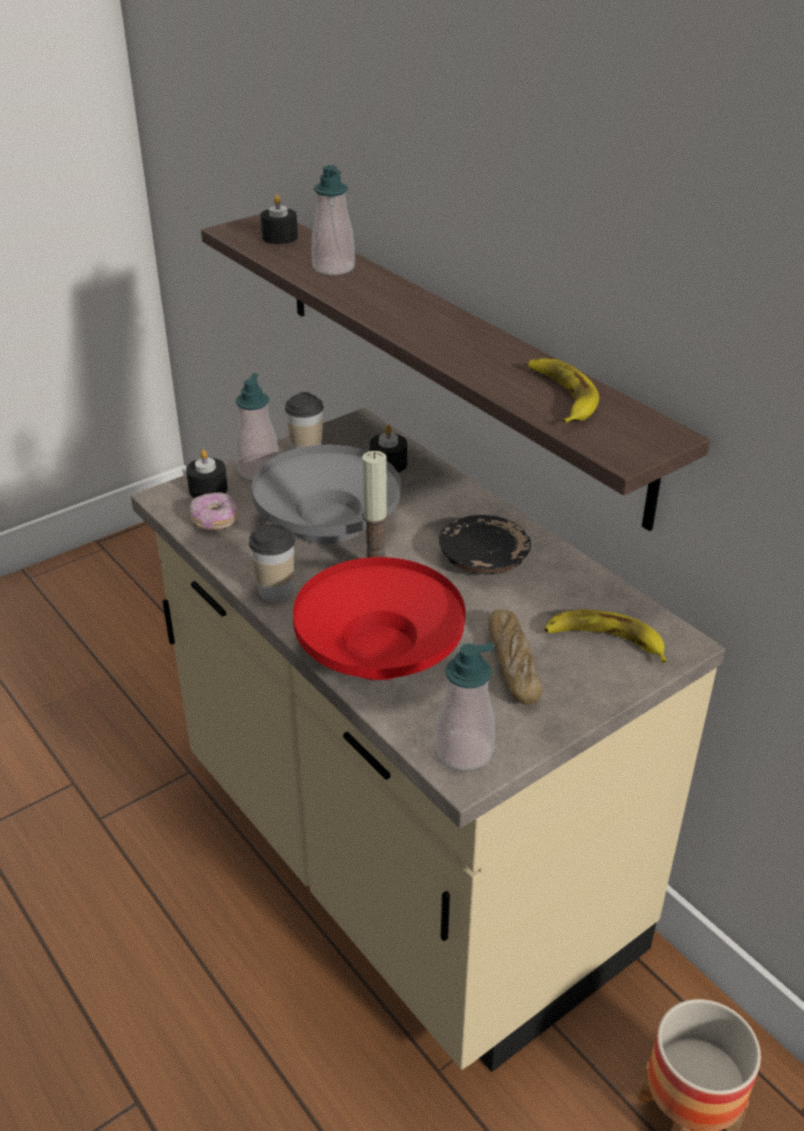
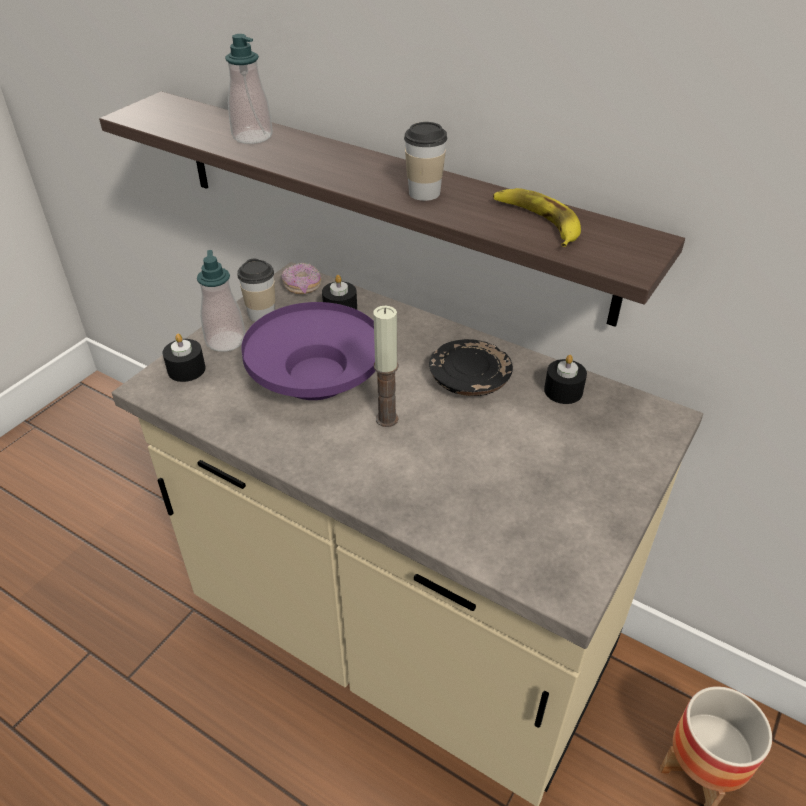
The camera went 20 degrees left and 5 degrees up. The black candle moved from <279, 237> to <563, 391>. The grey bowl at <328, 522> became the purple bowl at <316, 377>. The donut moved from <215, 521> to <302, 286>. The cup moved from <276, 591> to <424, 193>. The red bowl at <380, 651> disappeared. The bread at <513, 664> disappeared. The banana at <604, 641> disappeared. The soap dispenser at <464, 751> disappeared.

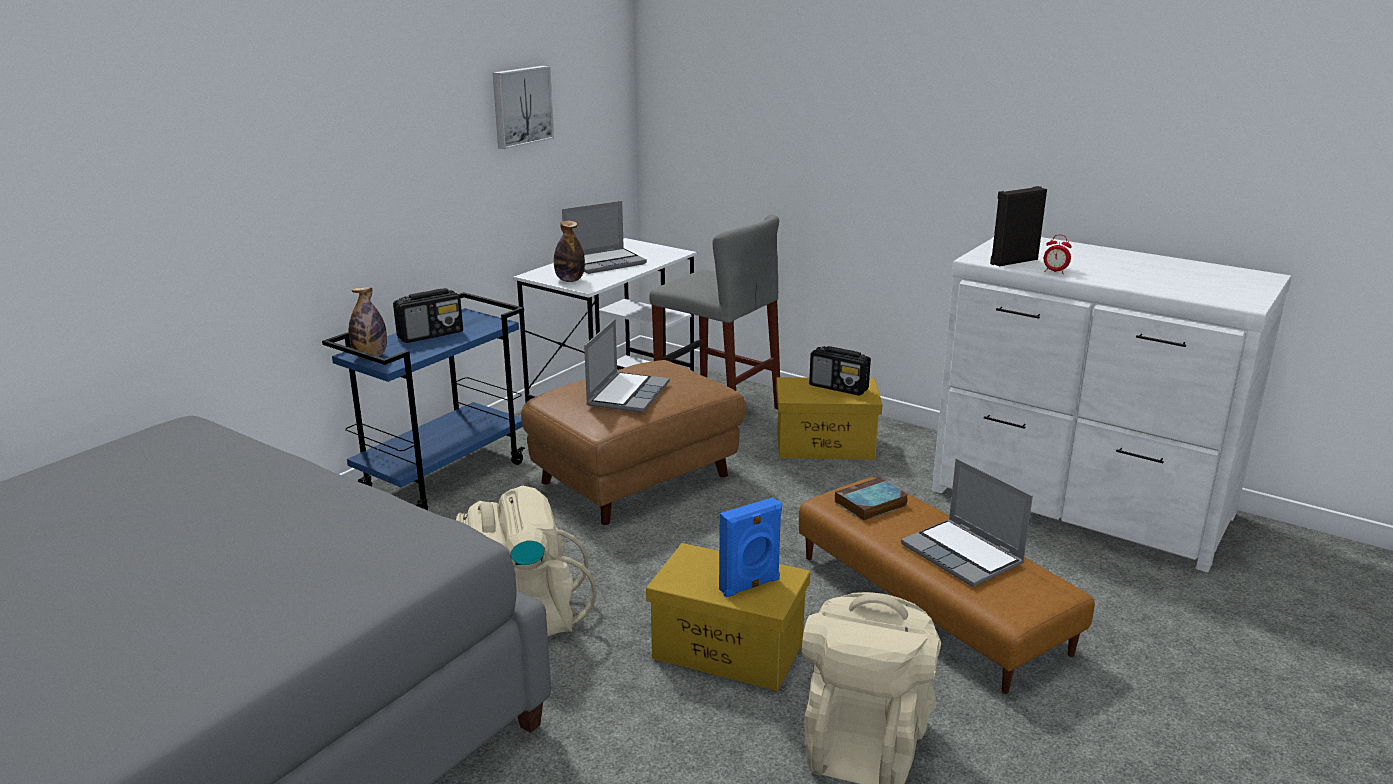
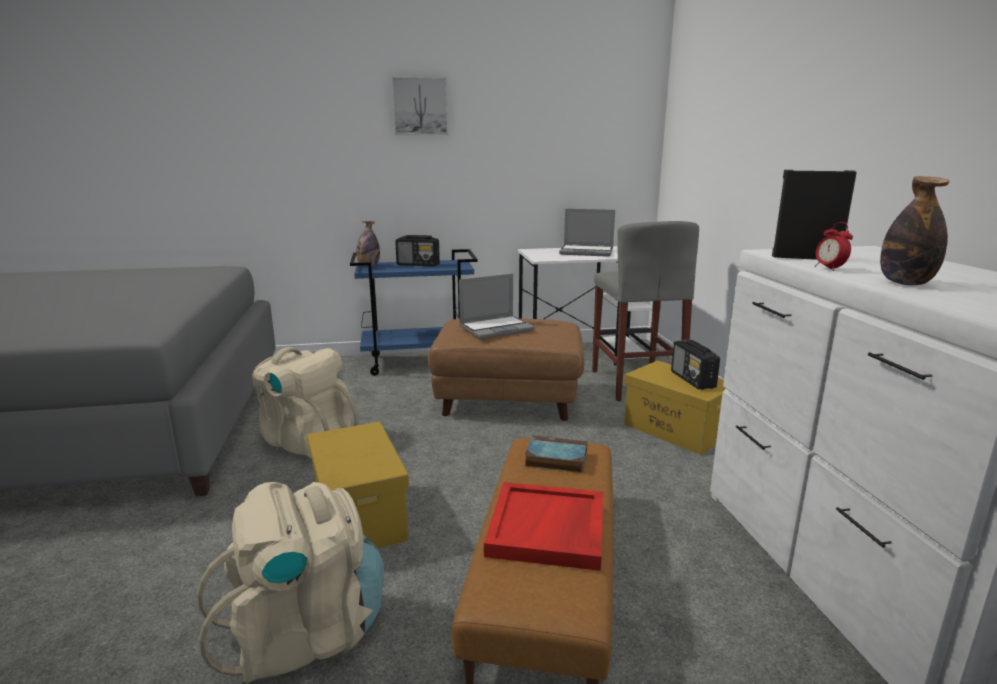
The camera went 45 degrees right and 5 degrees down. The picture moved from <521, 106> to <420, 106>. The bottle moved from <570, 280> to <905, 283>. The laptop at <963, 555> was replaced by the red tray at <548, 529>. The blue speaker at <750, 586> disappeared.

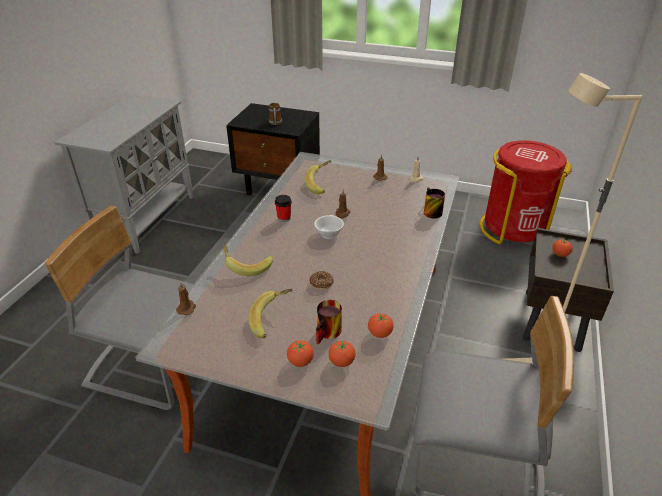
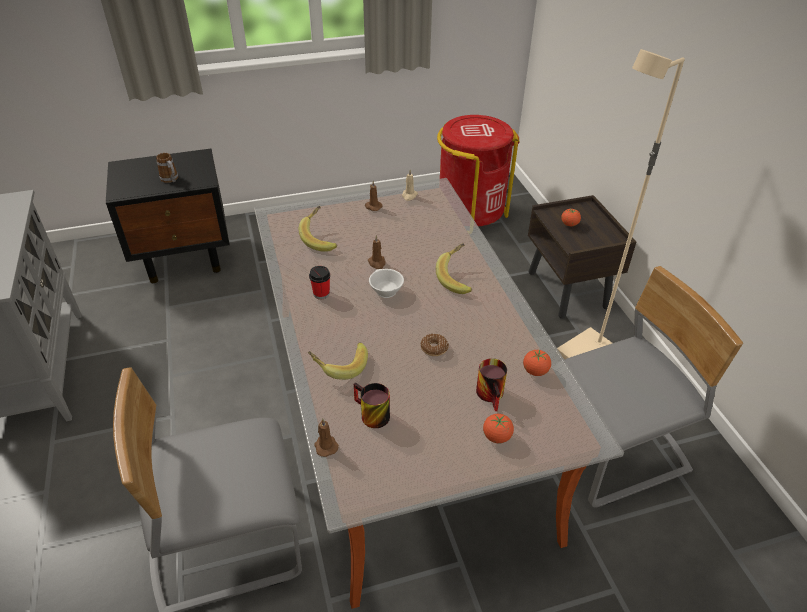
The camera went 35 degrees left and 5 degrees up. The mug moved from <429, 211> to <370, 415>. The banana moved from <272, 320> to <458, 278>. The tomato at <341, 362> disappeared.

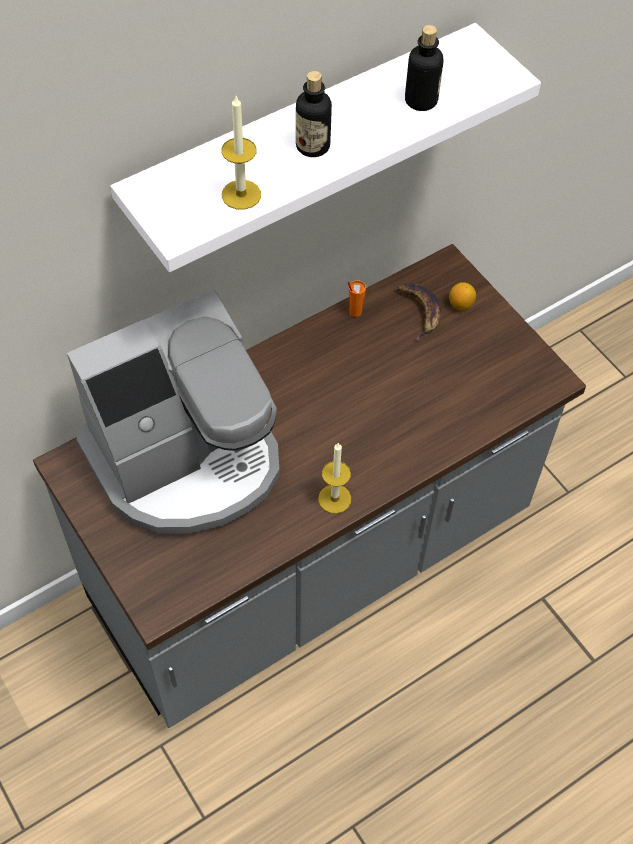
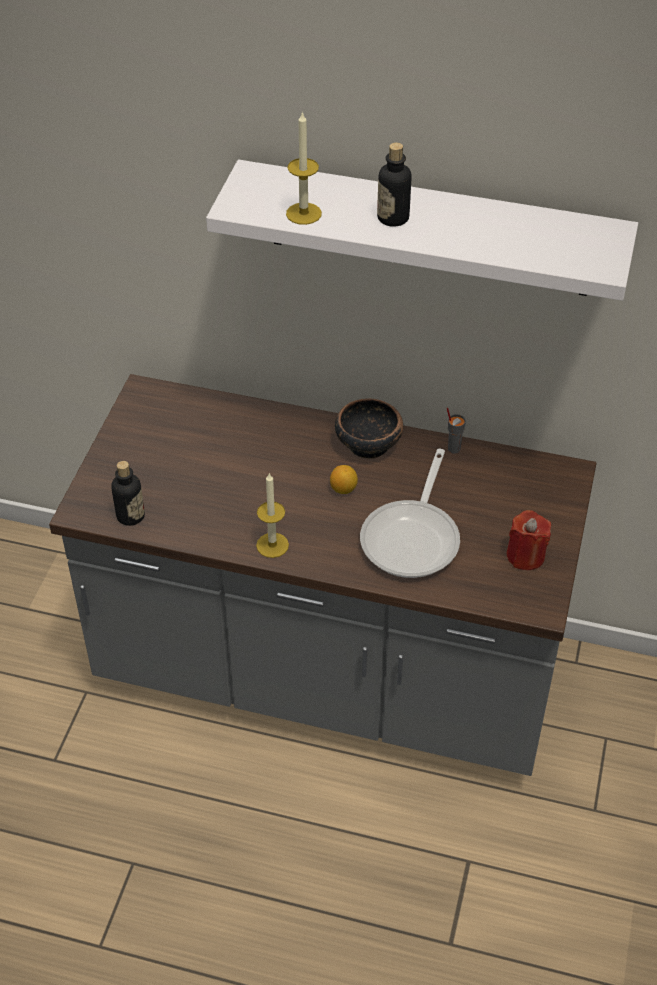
The camera went 50 degrees right and 10 degrees down. The bottle moved from <421, 100> to <130, 516>. The orange cup at <355, 312> became the grey cup at <453, 448>. The lemon moved from <460, 304> to <343, 489>. The banana at <419, 311> disappeared. The coffee machine at <187, 460> disappeared. The bowl at <367, 444> appeared. The frying pan at <413, 537> appeared. The red candle at <525, 556> appeared.

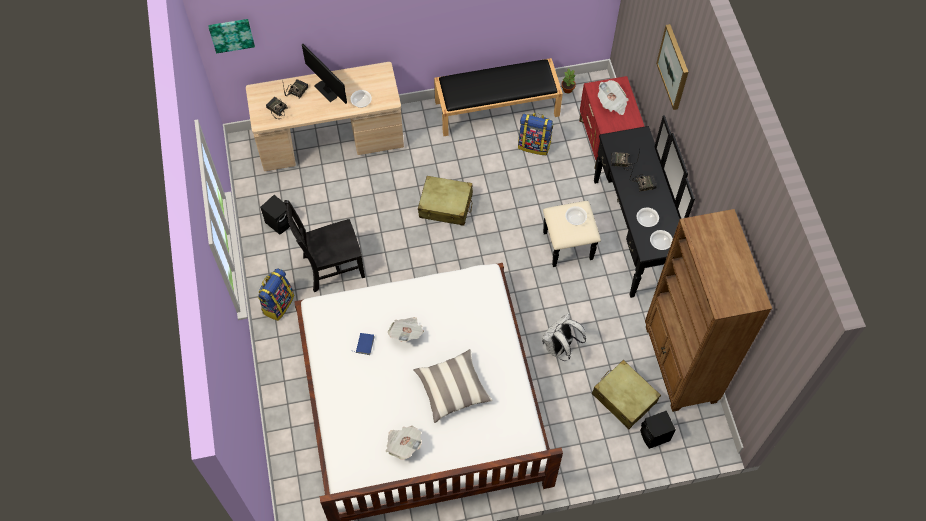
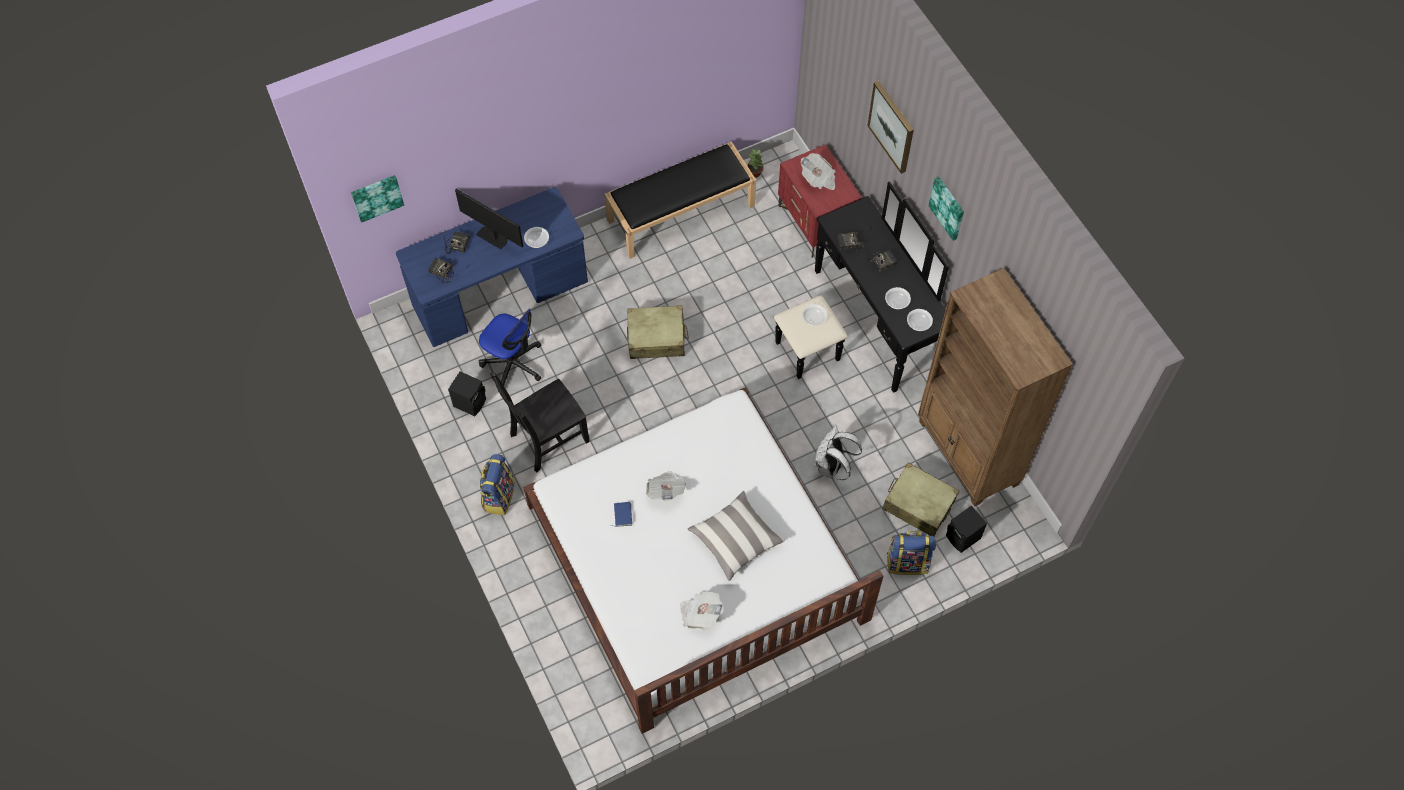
The camera went 15 degrees left and 0 degrees up. The beige desk at <331, 141> became the blue desk at <500, 294>. The backpack moved from <534, 145> to <907, 562>. The picture at <948, 207> appeared. The office chair at <513, 364> appeared.

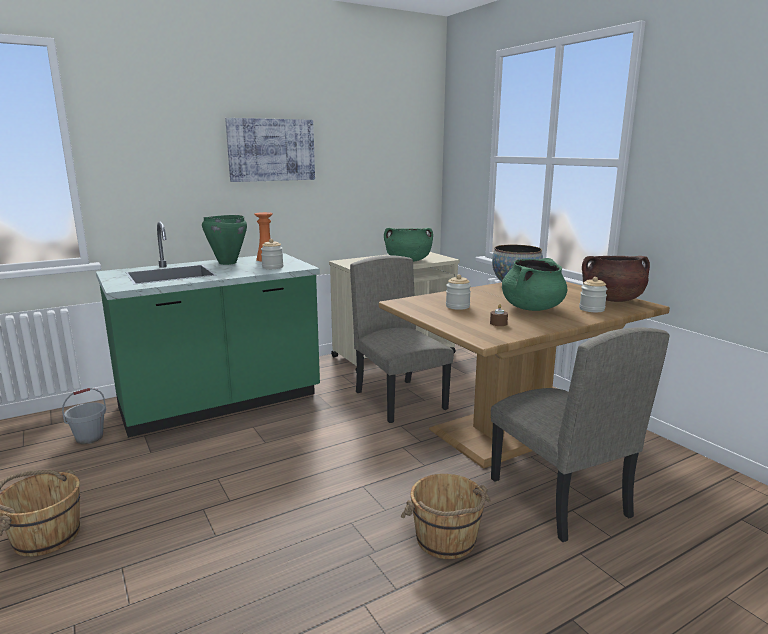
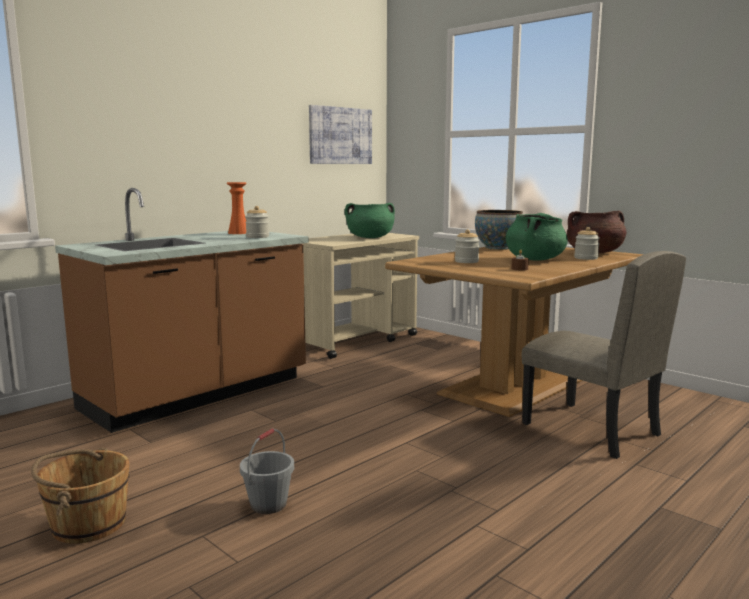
The camera went 15 degrees left and 5 degrees down. The picture moved from <271, 150> to <340, 136>. The green cooking pot at <227, 263> disappeared. The green counter at <221, 403> became the brown counter at <198, 394>. The beige chair at <400, 400> disappeared. The grey bucket moved from <89, 438> to <268, 504>. The brown bucket at <446, 540> disappeared.

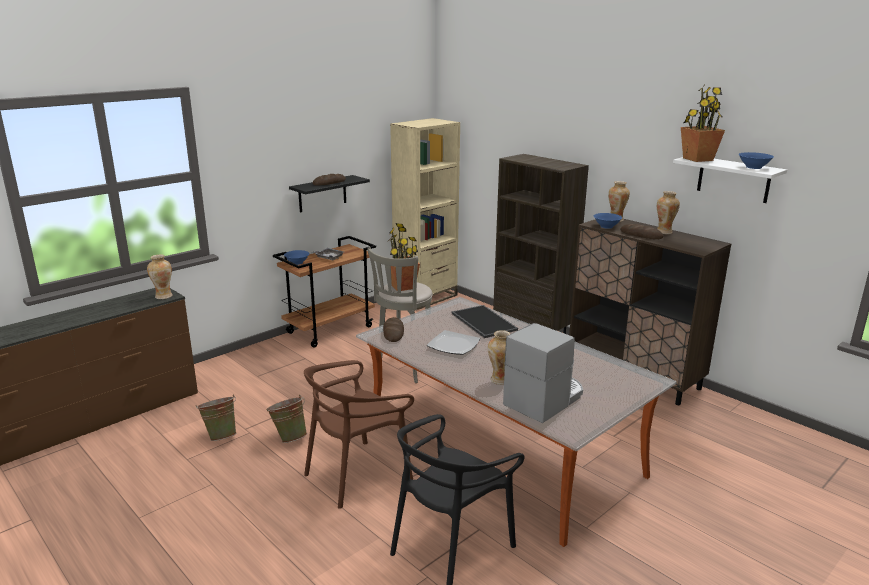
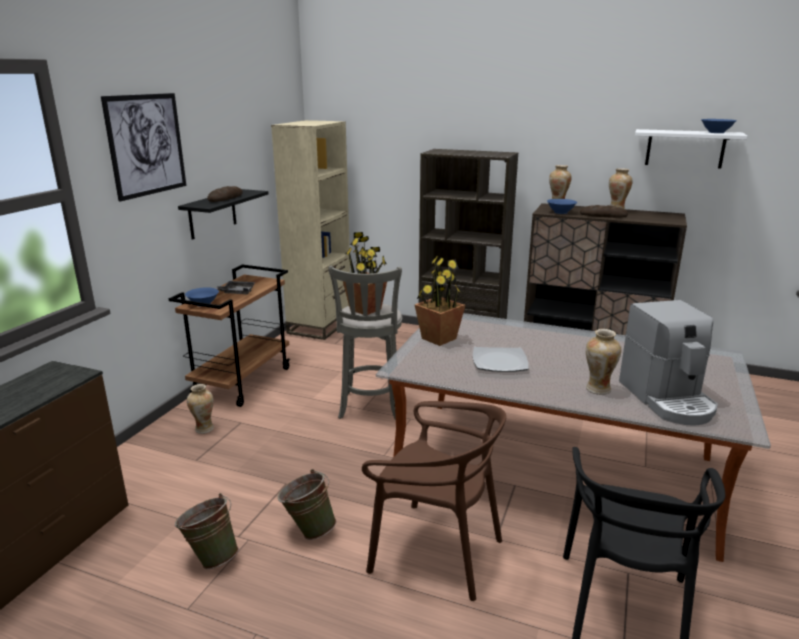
The camera went 25 degrees left and 0 degrees up. The potted plant moved from <697, 159> to <438, 338>. The vase moved from <163, 296> to <204, 429>. The tray at <482, 321> disappeared. The bread at <393, 332> disappeared. The coffee machine at <545, 399> turned 150 degrees clockwise. The brown chair at <357, 474> turned 90 degrees counterclockwise. The picture at <146, 145> appeared.

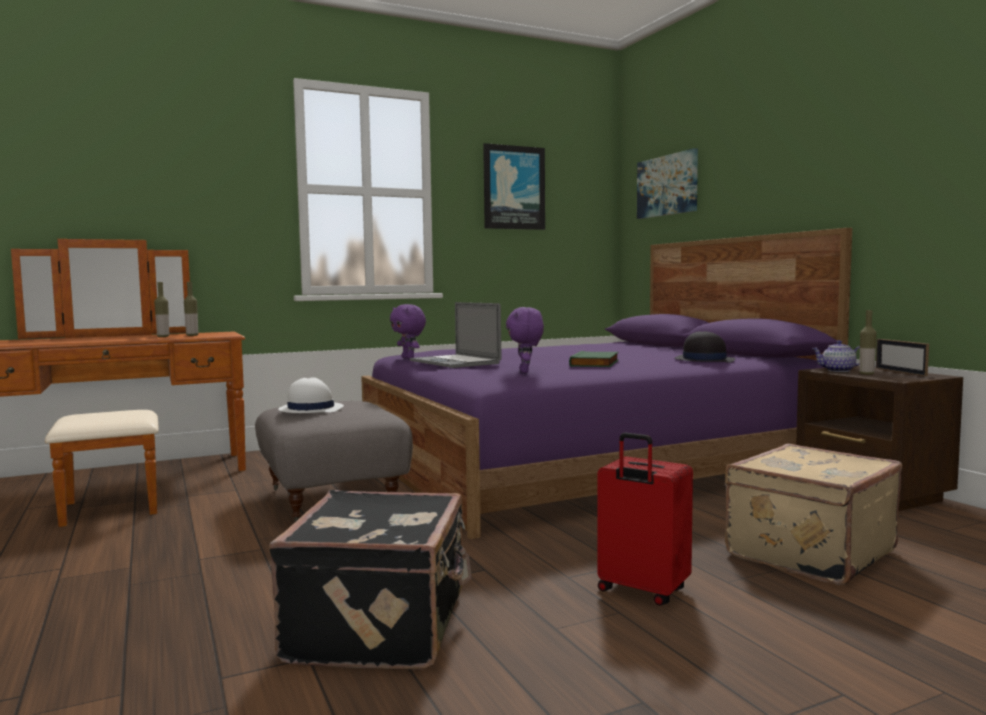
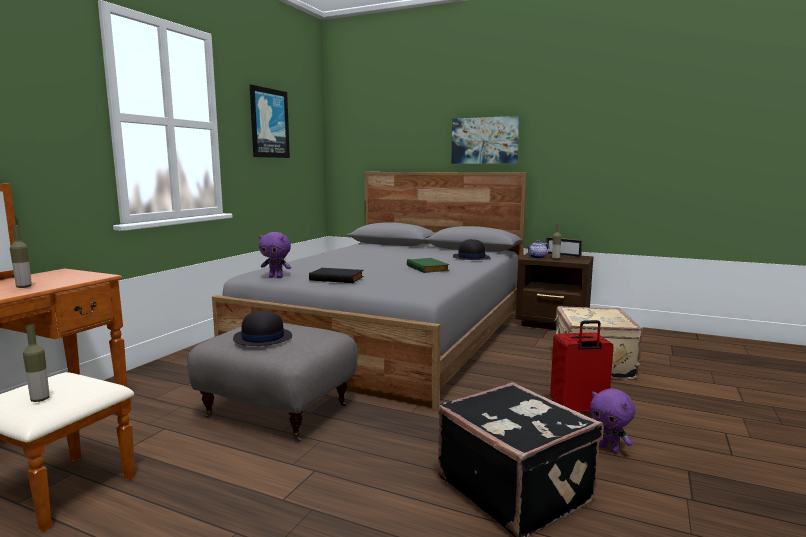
The camera went 40 degrees left and 5 degrees up. The picture moved from <667, 185> to <484, 140>. The purple bed at <590, 464> became the grey bed at <393, 336>. The bottle moved from <192, 335> to <40, 399>. The laptop at <454, 362> was replaced by the black book at <337, 278>. The purple plush toy moved from <525, 371> to <609, 449>. The white hat at <310, 409> became the black hat at <262, 338>.

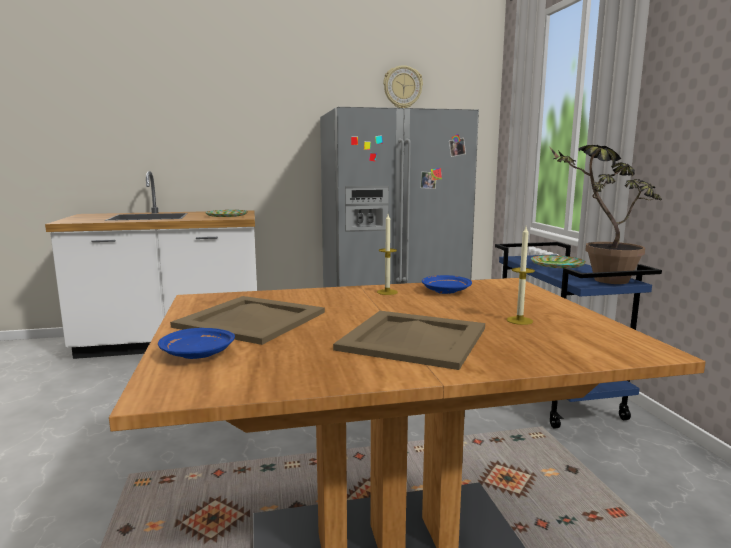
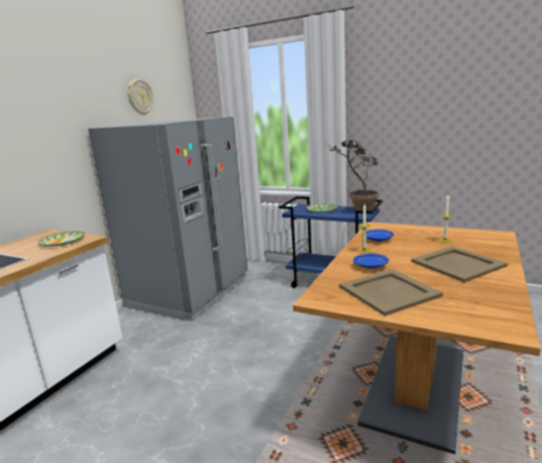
The camera went 50 degrees left and 5 degrees up. The blue plate moved from <198, 354> to <371, 266>.

